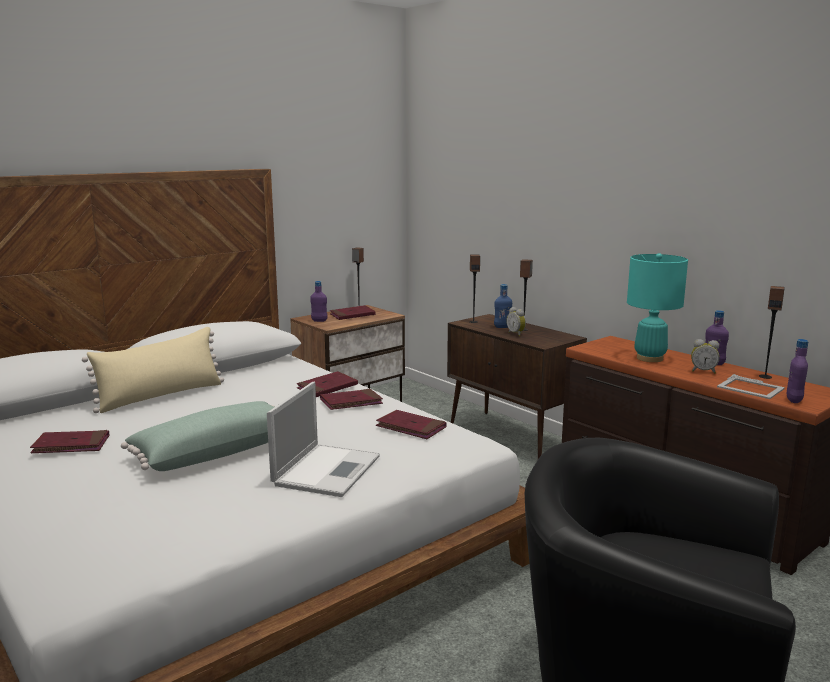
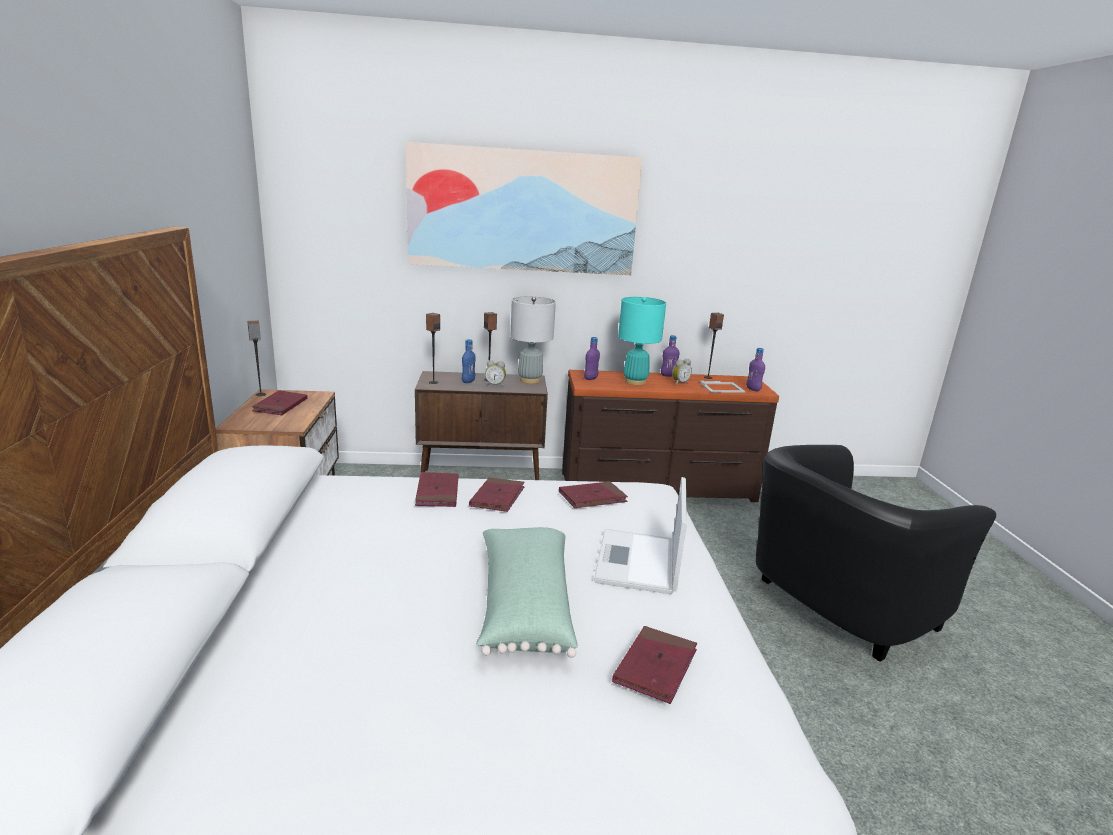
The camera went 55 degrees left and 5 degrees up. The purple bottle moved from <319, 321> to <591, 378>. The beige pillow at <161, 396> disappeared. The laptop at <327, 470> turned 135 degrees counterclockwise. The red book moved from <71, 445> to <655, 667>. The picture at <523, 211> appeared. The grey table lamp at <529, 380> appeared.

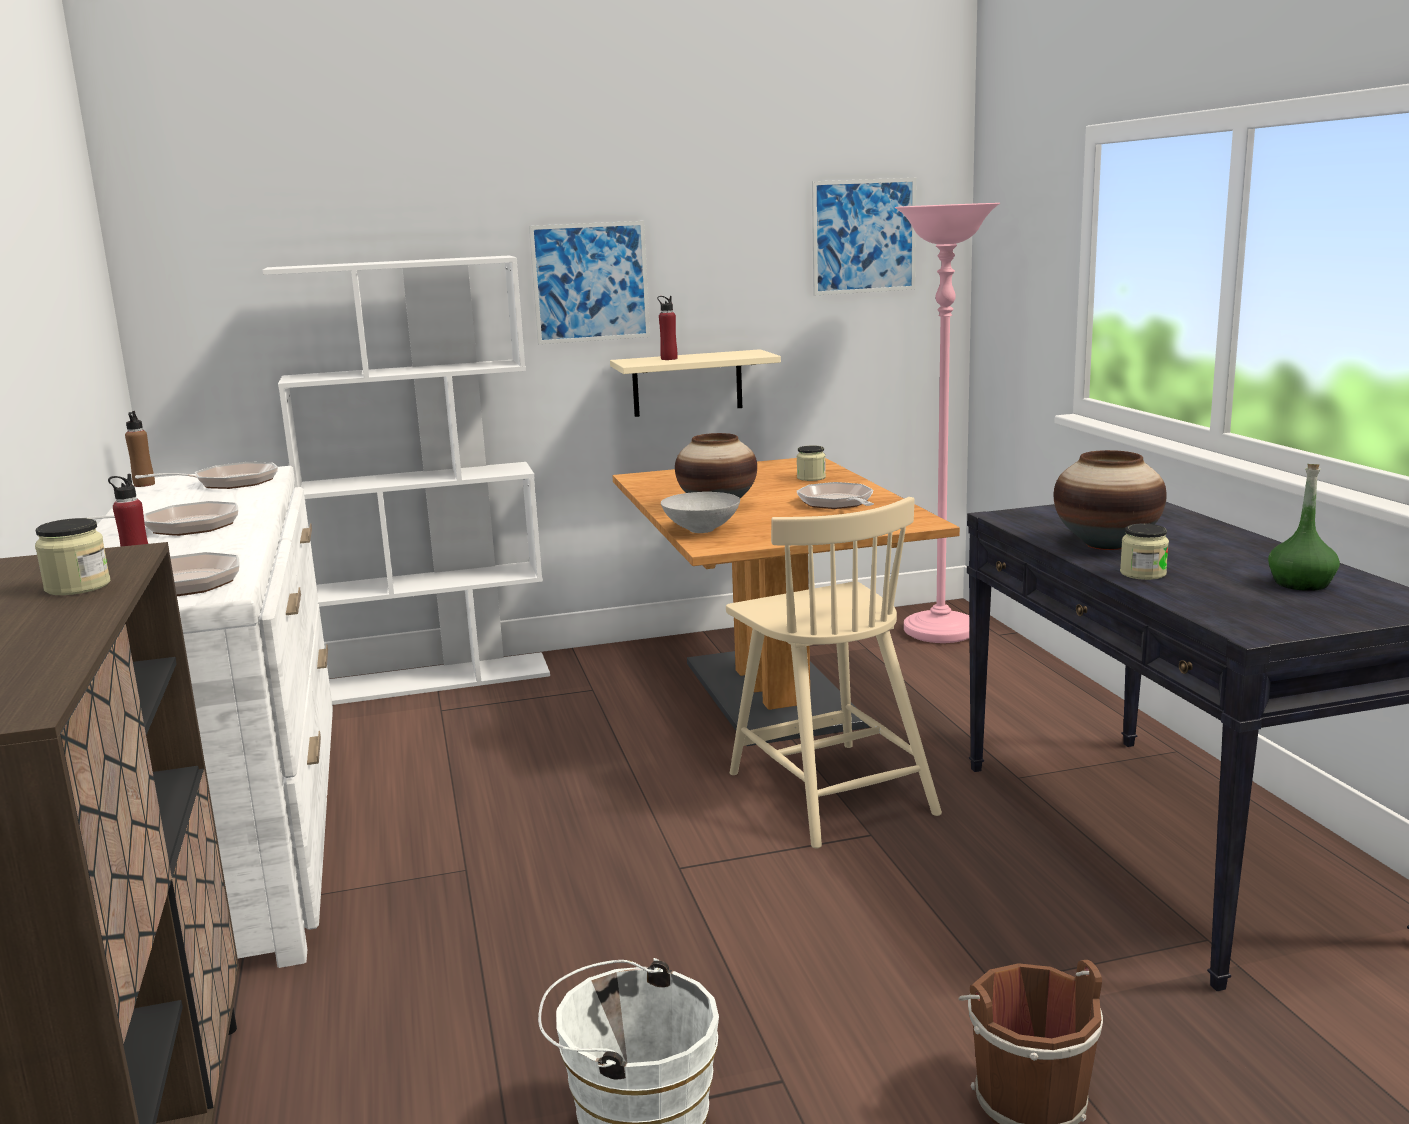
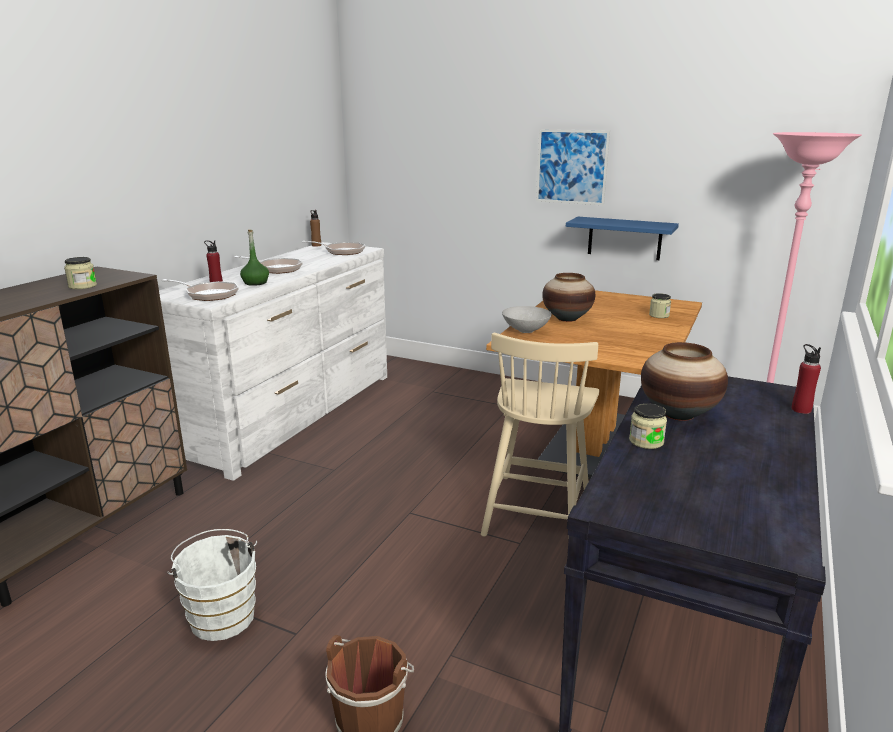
The camera went 40 degrees right and 5 degrees up. The picture at <864, 236> disappeared. The white bookcase at <438, 679> disappeared. The red bottle moved from <669, 359> to <801, 409>. The beige shelf at <687, 383> became the blue shelf at <624, 238>. The green bottle moved from <1300, 583> to <255, 283>. The frying pan at <837, 503> disappeared.

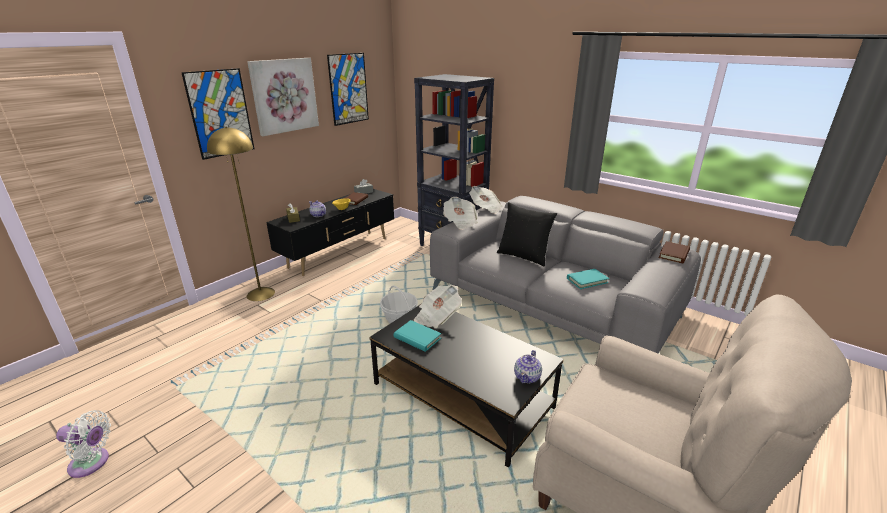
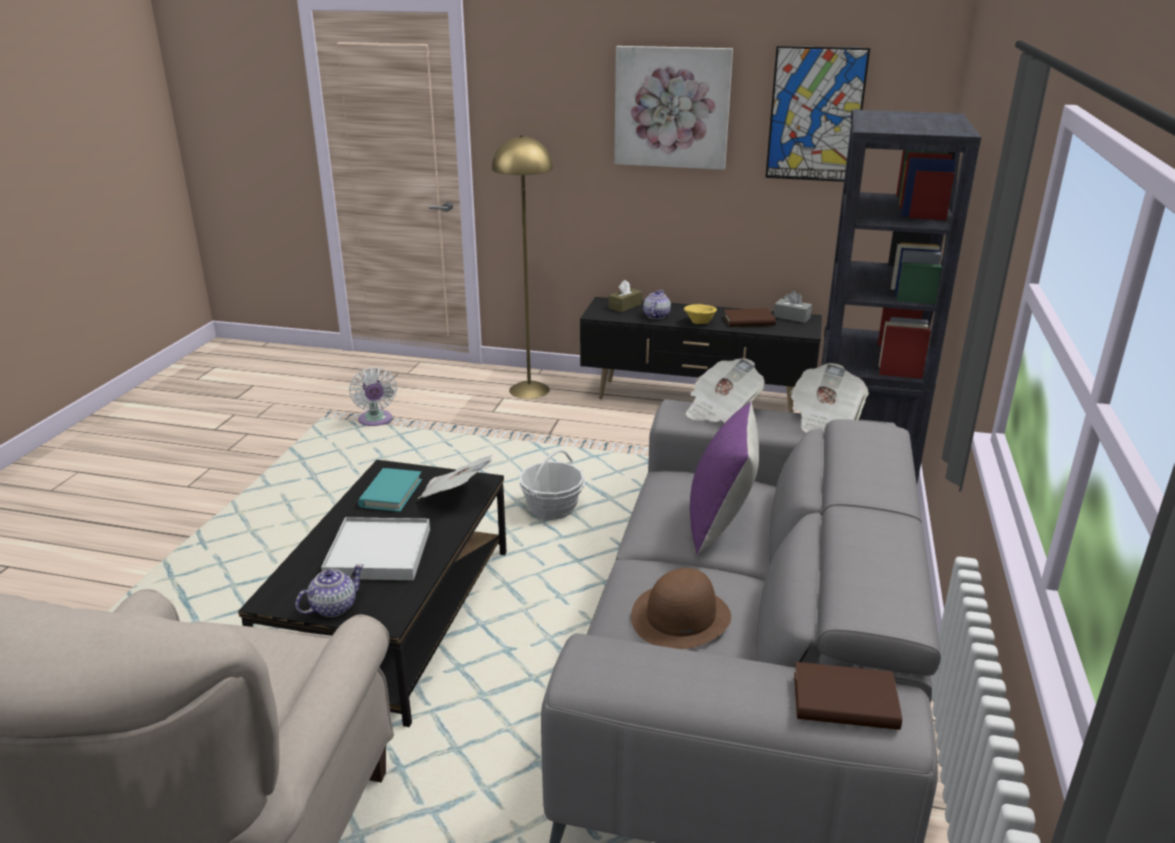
The camera went 65 degrees right and 0 degrees up. The picture at <220, 113> disappeared. The black pillow at <523, 256> became the purple pillow at <720, 523>. The turquoise book at <587, 280> was replaced by the brown hat at <680, 617>. The teapot at <527, 377> turned 135 degrees clockwise. The white fan moved from <92, 463> to <375, 421>. The white tray at <378, 553> appeared.

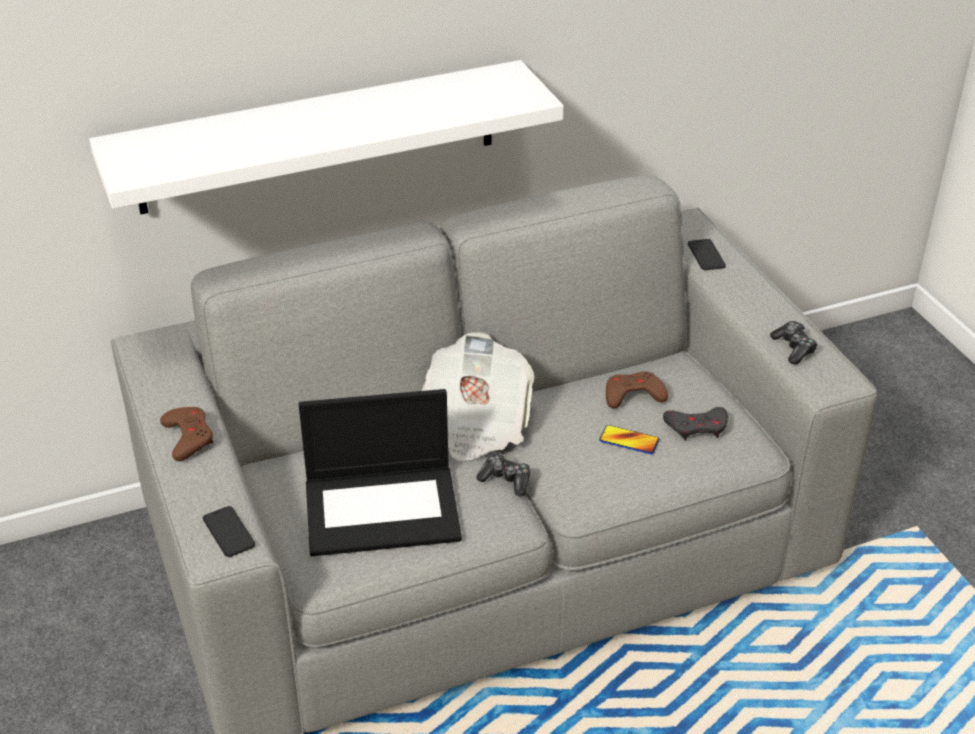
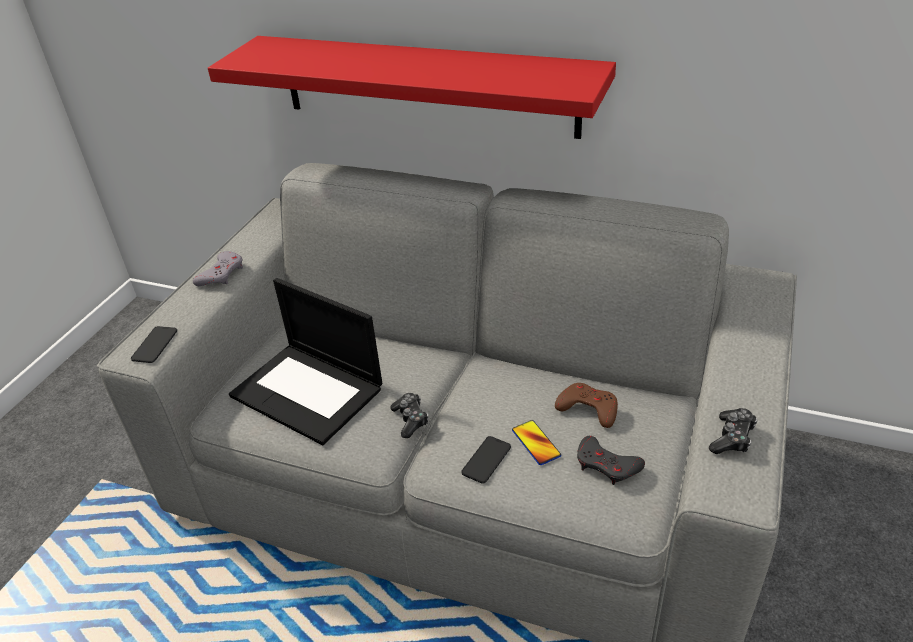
The camera went 45 degrees right and 0 degrees up. The white shelf at <318, 137> became the red shelf at <426, 85>. The phone moved from <706, 255> to <486, 460>. The newspaper at <477, 422> disappeared. The brown game controller at <188, 437> became the grey game controller at <221, 274>.

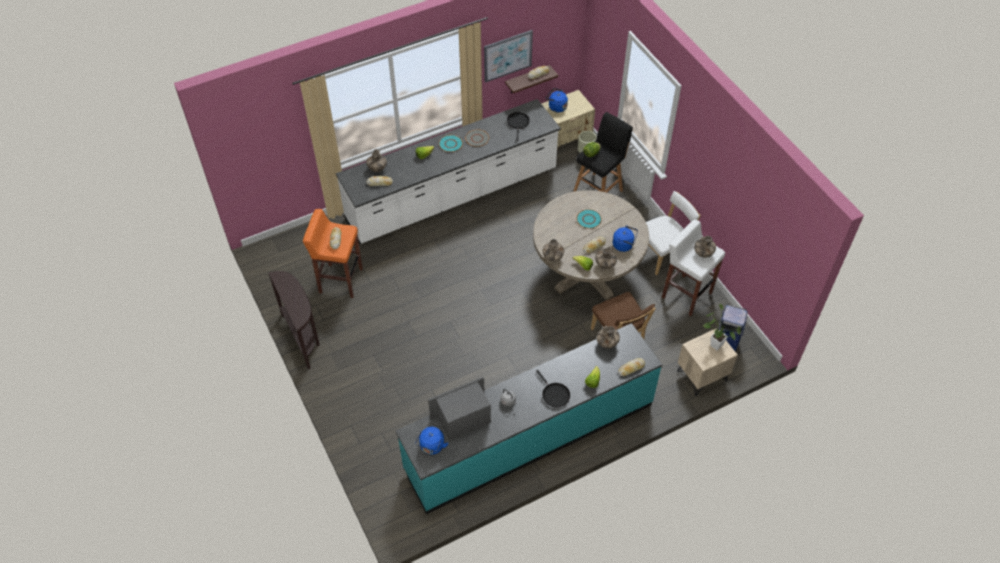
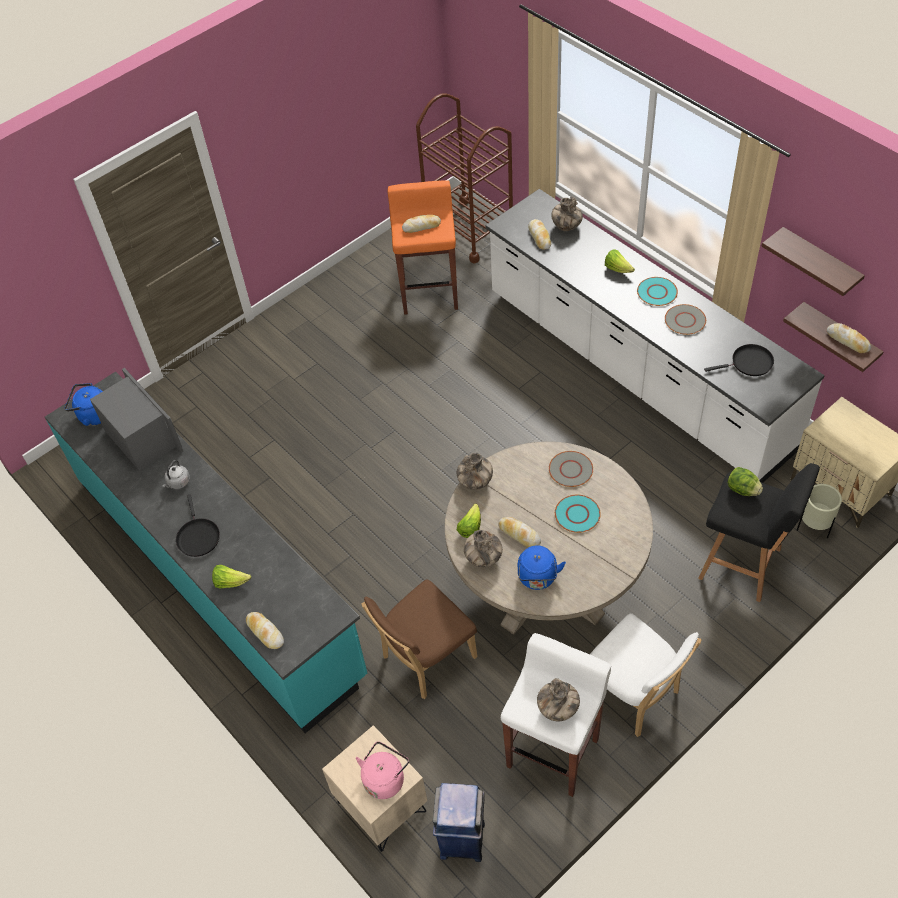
The camera went 80 degrees right and 0 degrees up. The picture at <507, 55> was replaced by the shelf at <819, 263>. The blue kettle at <556, 107> disappeared. The brown console table at <303, 337> disappeared. The potted plant at <714, 344> was replaced by the pink kettle at <385, 778>. The vase at <607, 343> disappeared. The black frying pan at <554, 394> turned 60 degrees counterclockwise. The brown cart at <469, 230> appeared. The grey plate at <571, 470> appeared.

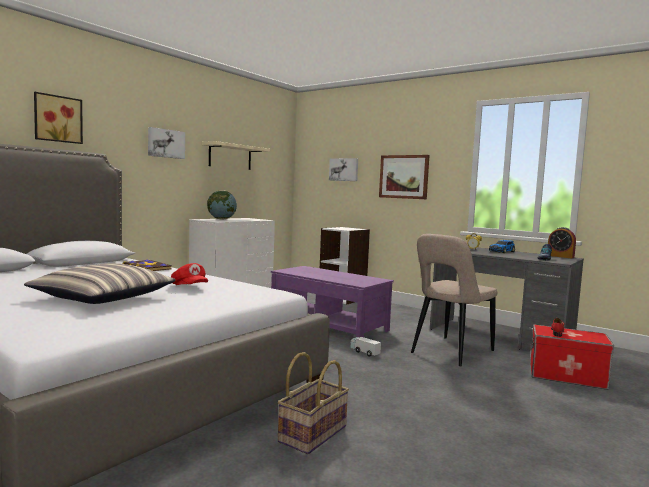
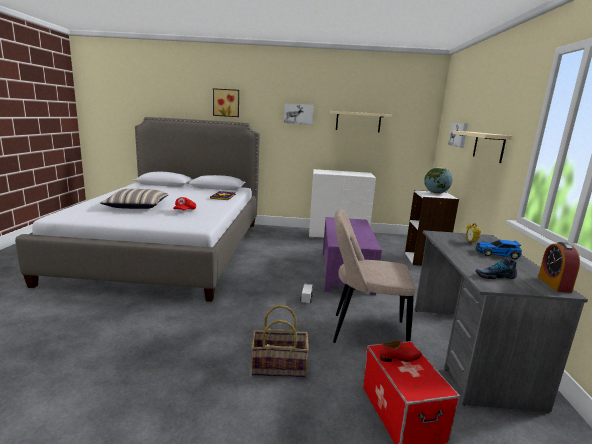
The camera went 55 degrees right and 10 degrees up. The picture at <404, 176> was replaced by the beige shelf at <488, 146>. The globe moved from <221, 219> to <436, 193>. The basket moved from <312, 433> to <279, 366>.

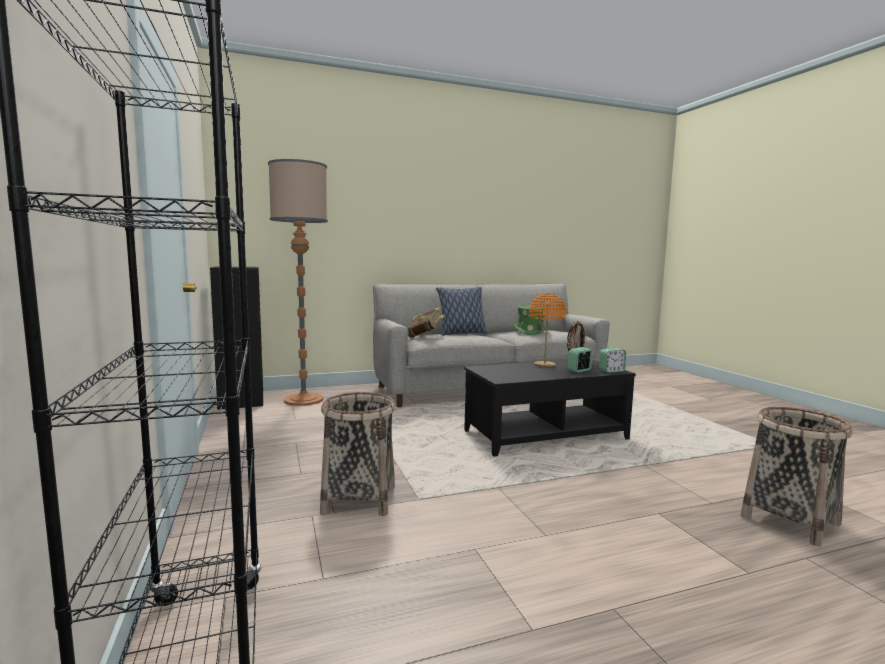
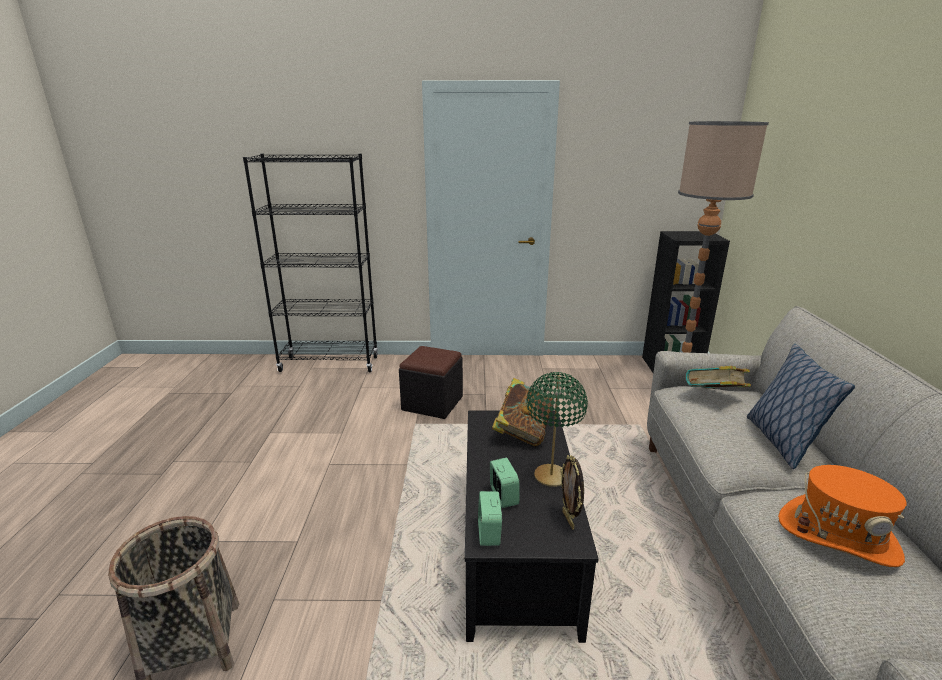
The camera went 110 degrees right and 15 degrees up. The orange table lamp at <544, 365> became the green table lamp at <551, 476>. The green hat at <530, 331> became the orange hat at <838, 536>. The basket at <359, 499> was replaced by the black ottoman at <432, 403>. The book at <522, 432> appeared.

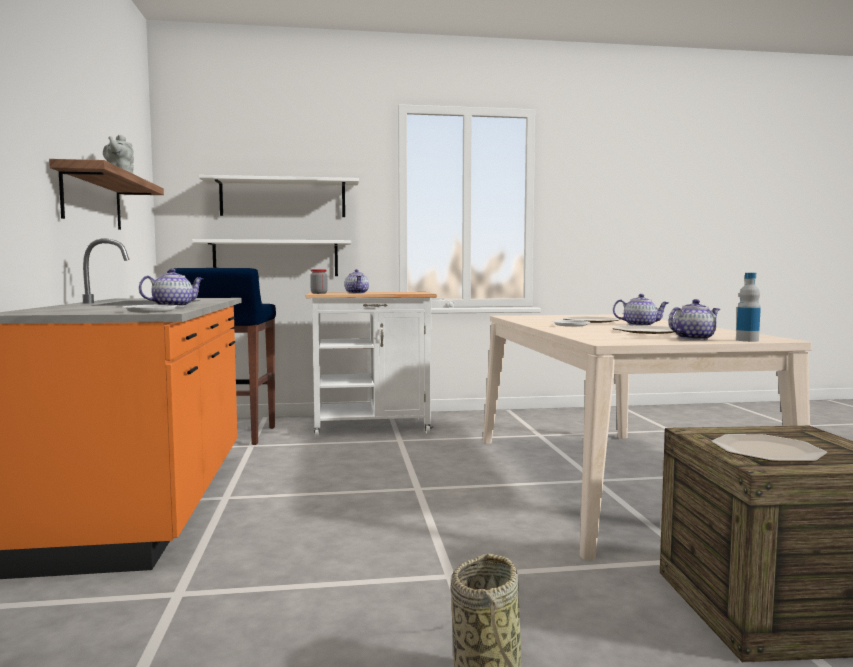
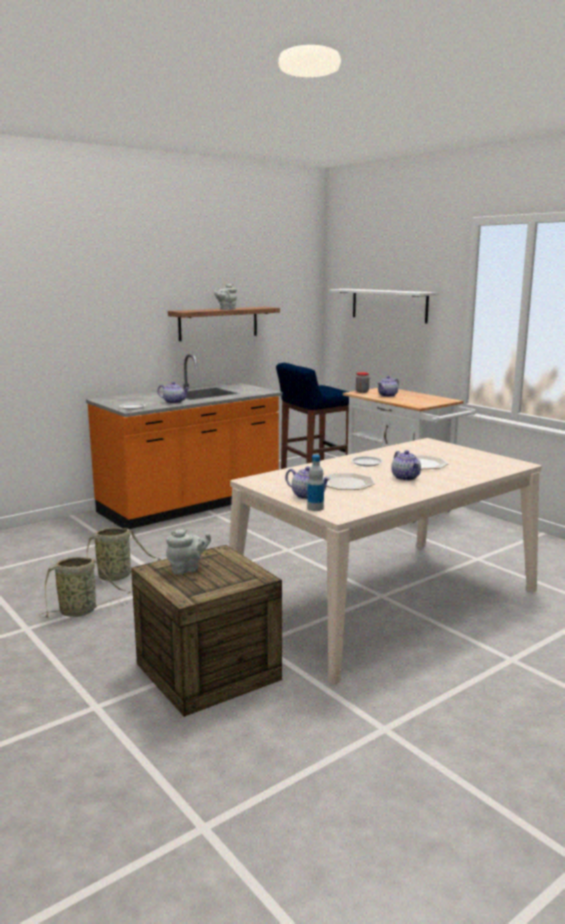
The camera went 60 degrees right and 10 degrees up. The white shelf at <276, 258> disappeared. The plate at <767, 451> was replaced by the grey teapot at <187, 569>. The basket at <117, 576> appeared.

